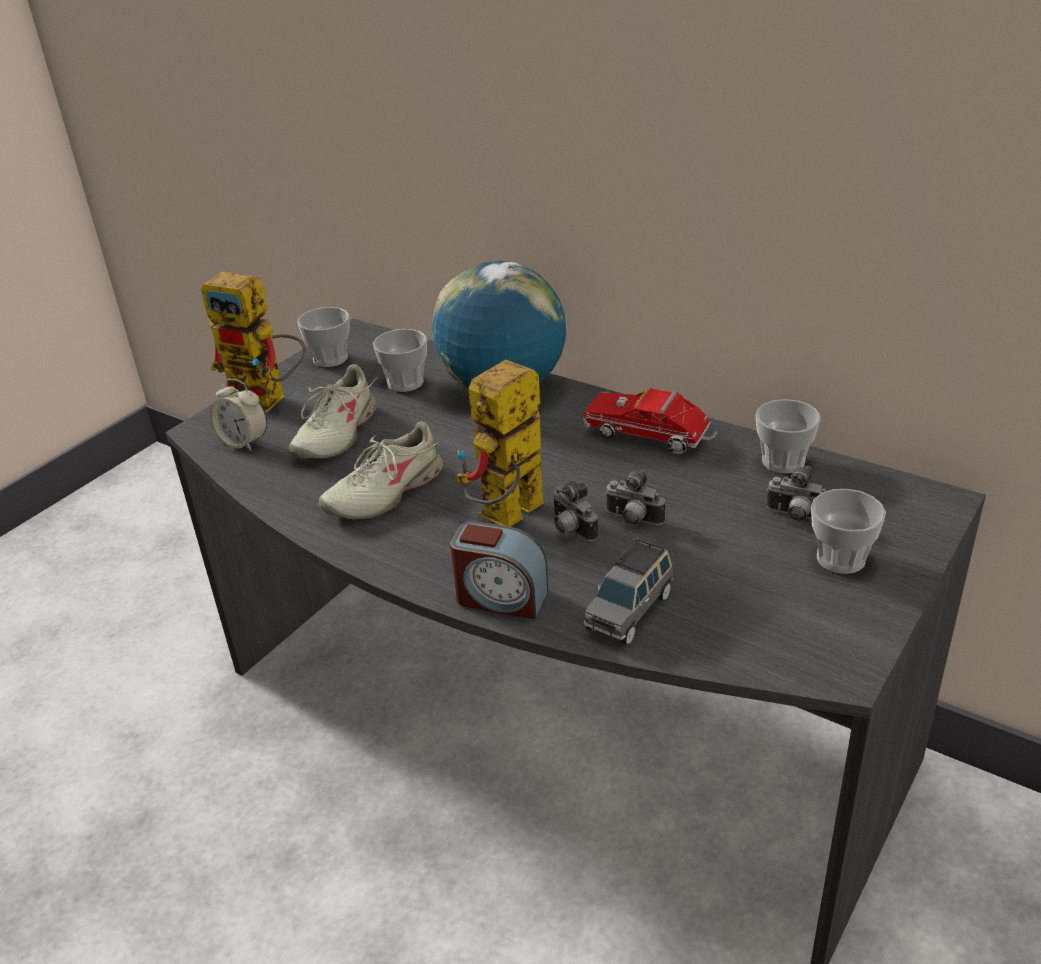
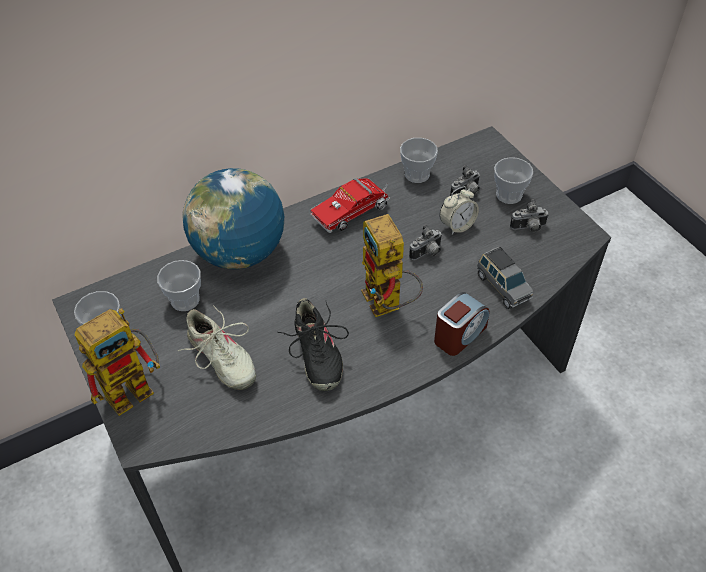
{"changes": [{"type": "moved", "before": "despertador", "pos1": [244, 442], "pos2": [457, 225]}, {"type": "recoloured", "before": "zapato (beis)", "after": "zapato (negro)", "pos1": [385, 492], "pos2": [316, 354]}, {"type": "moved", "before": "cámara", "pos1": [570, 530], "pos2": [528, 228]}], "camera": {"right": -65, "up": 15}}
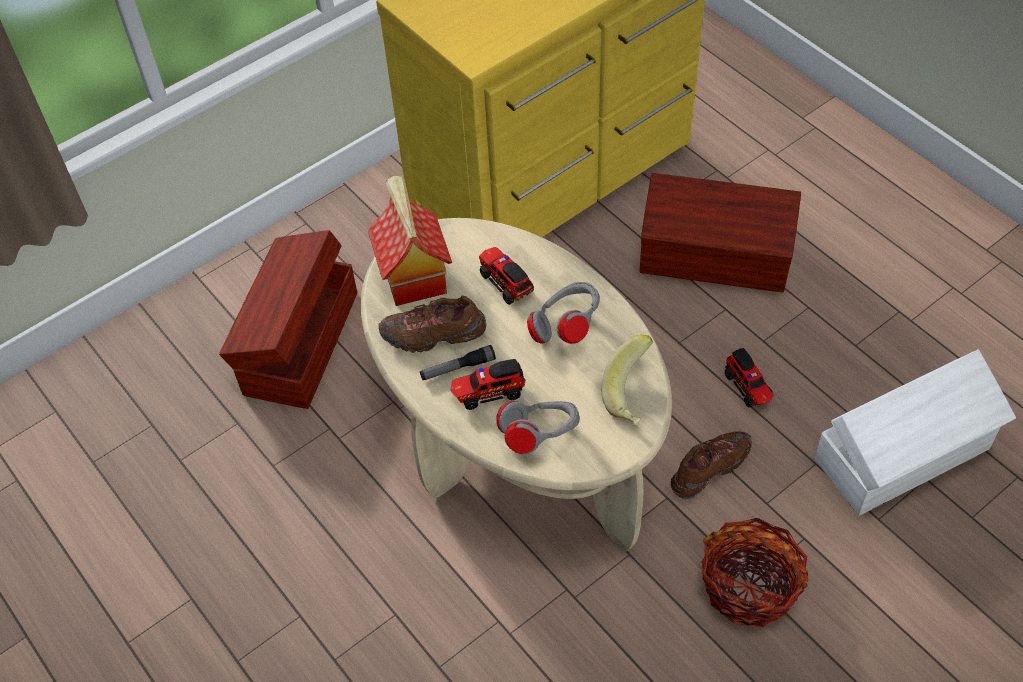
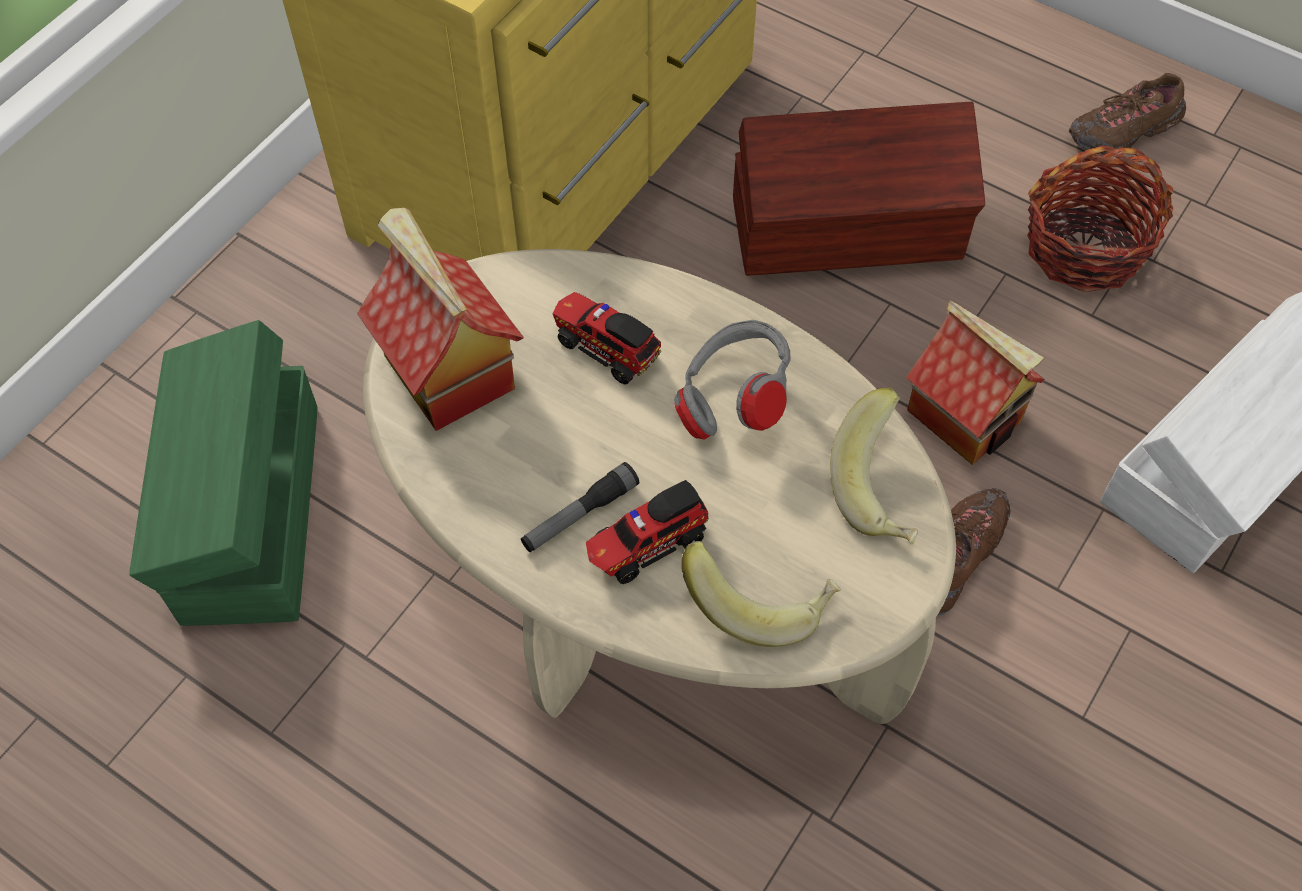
{"changes": [{"type": "recoloured", "before": "caja de almacenaje (marrón)", "after": "caja de almacenaje (verde)", "pos1": [298, 343], "pos2": [247, 514]}, {"type": "moved", "before": "zapato (marrón)", "pos1": [434, 335], "pos2": [1123, 132]}, {"type": "replaced", "before": "camión de juguete", "after": "casita", "pos1": [748, 388], "pos2": [966, 416]}, {"type": "replaced", "before": "auriculares (gris)", "after": "plátano", "pos1": [539, 437], "pos2": [759, 601]}, {"type": "moved", "before": "cesta", "pos1": [749, 586], "pos2": [1084, 248]}], "camera": {"right": -20, "up": 5}}
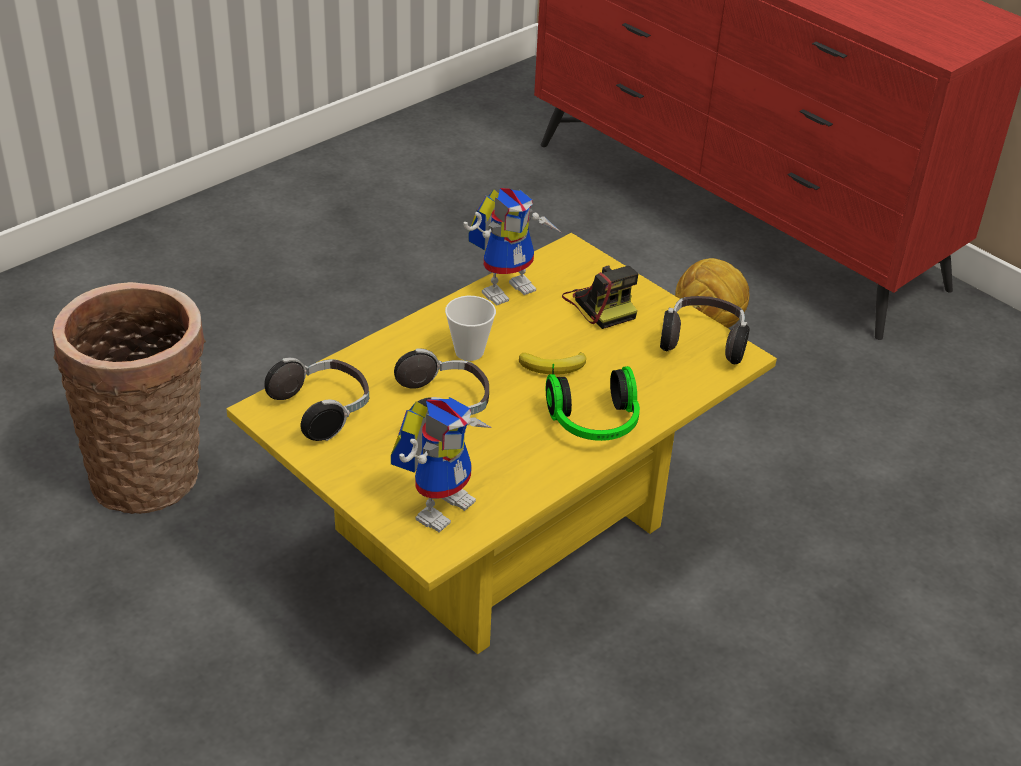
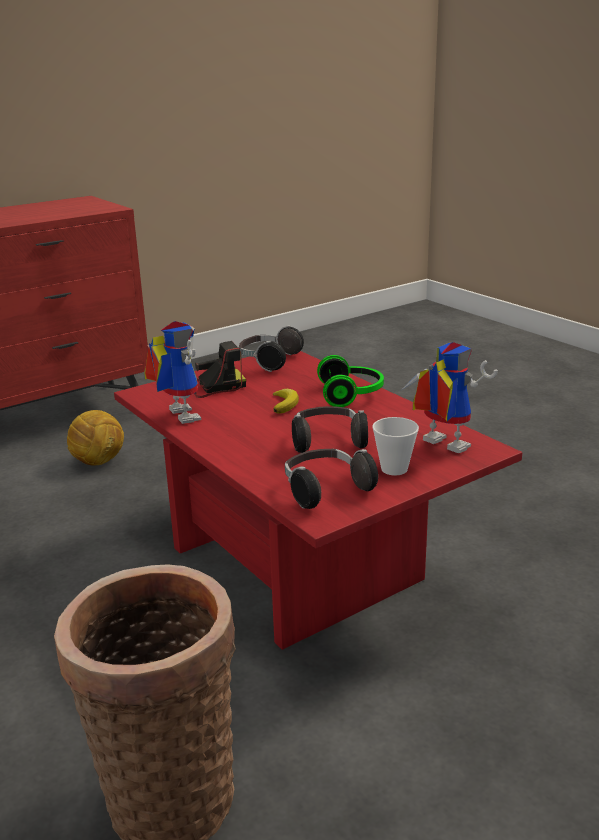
{"changes": [{"type": "recoloured", "before": "mesa de centro (amarillo)", "after": "mesa de centro (rojo)", "pos1": [502, 535], "pos2": [303, 562]}, {"type": "moved", "before": "taza", "pos1": [469, 351], "pos2": [394, 469]}], "camera": {"right": -80, "up": -15}}
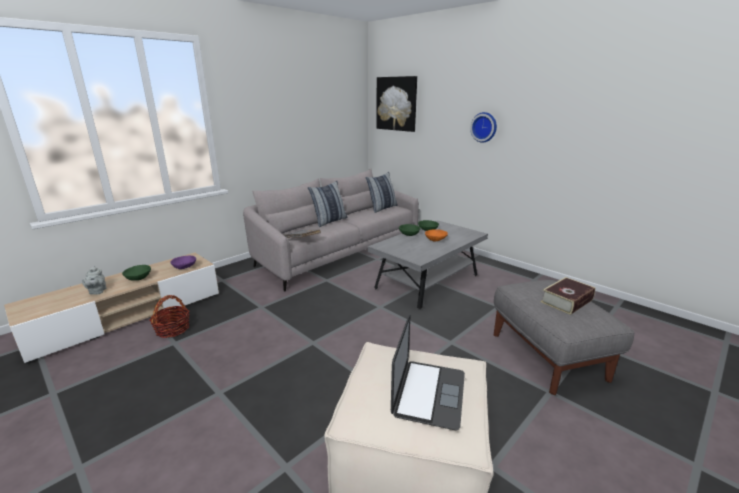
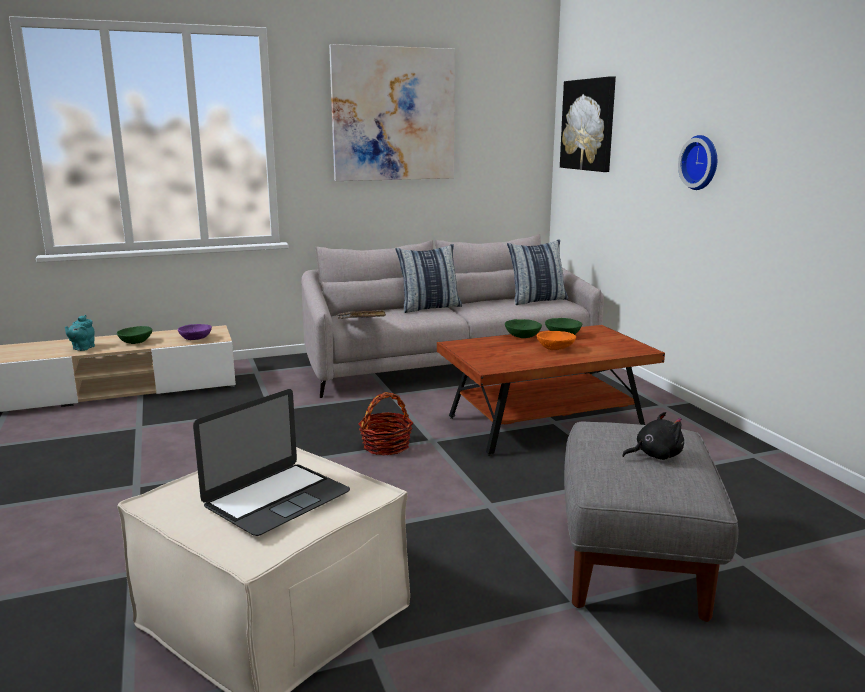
{"changes": [{"type": "recoloured", "before": "mesa de centro (gris)", "after": "mesa de centro (marrón)", "pos1": [427, 282], "pos2": [544, 424]}, {"type": "recoloured", "before": "tetera (gris)", "after": "tetera (turquesa)", "pos1": [97, 292], "pos2": [82, 348]}, {"type": "replaced", "before": "libro", "after": "peluche (negro)", "pos1": [566, 301], "pos2": [655, 455]}, {"type": "moved", "before": "cesta", "pos1": [172, 329], "pos2": [386, 446]}, {"type": "added", "after": "cuadro", "pos2": [393, 114]}], "camera": {"right": 25, "up": -5}}
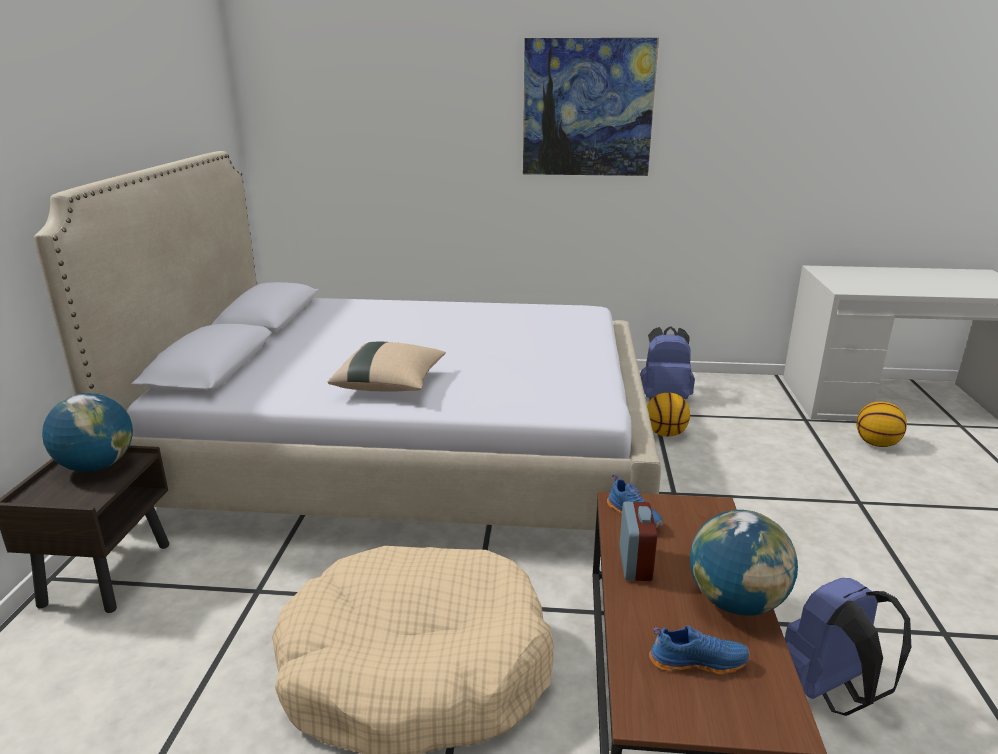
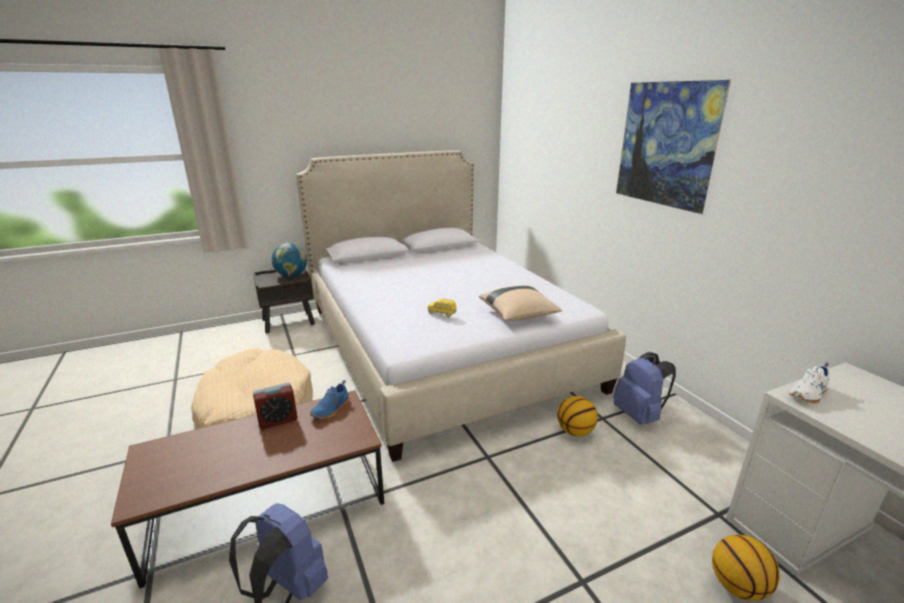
{"changes": [{"type": "moved", "before": "cojín (beis)", "pos1": [390, 385], "pos2": [518, 315]}, {"type": "removed", "before": "globo terráqueo", "pos1": [736, 602]}, {"type": "removed", "before": "zapato (azul)", "pos1": [697, 660]}, {"type": "added", "after": "coche de juguete (amarillo)", "pos2": [442, 313]}, {"type": "added", "after": "zapato (blanco)", "pos2": [809, 394]}], "camera": {"right": 60, "up": 0}}
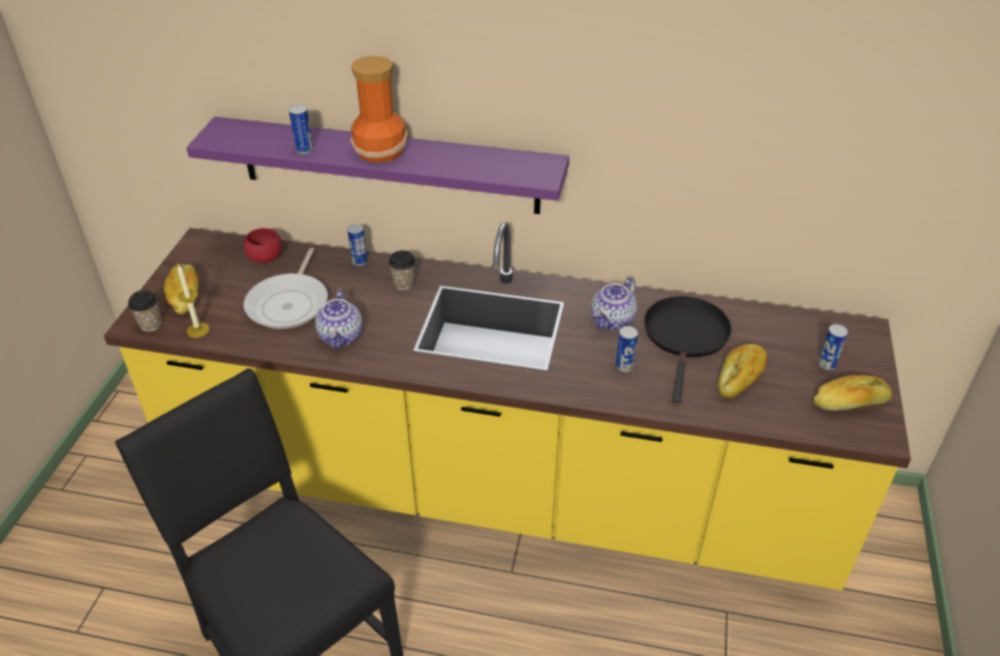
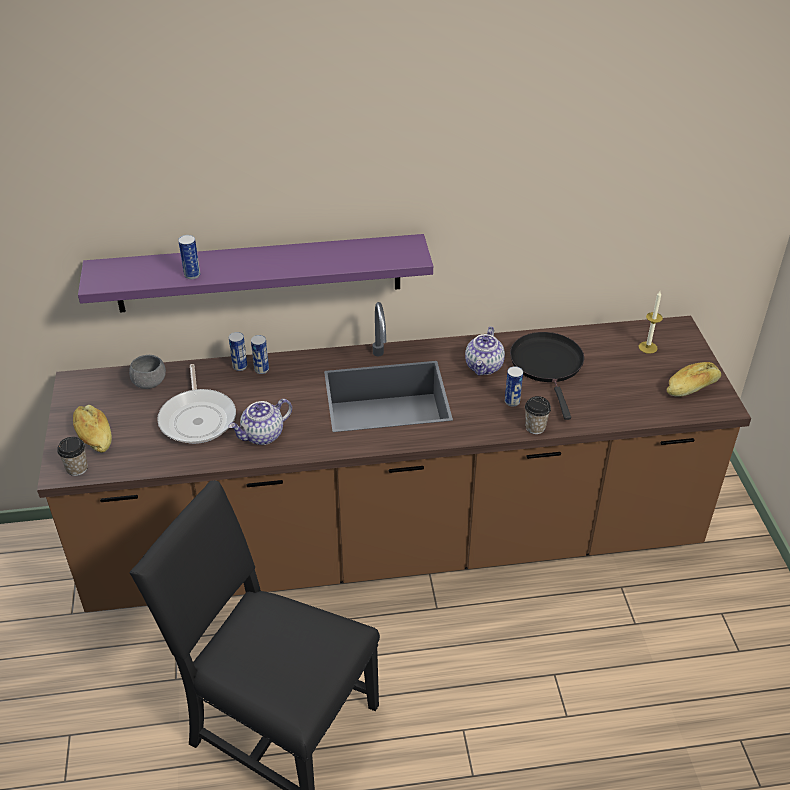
{"changes": [{"type": "removed", "before": "florero", "pos1": [381, 150]}, {"type": "recoloured", "before": "mueble bajo de cocina (amarillo)", "after": "mueble bajo de cocina (marrón)", "pos1": [500, 488], "pos2": [395, 542]}, {"type": "recoloured", "before": "cuenco (rojo)", "after": "cuenco (gris)", "pos1": [266, 257], "pos2": [150, 382]}, {"type": "moved", "before": "taza", "pos1": [403, 283], "pos2": [535, 427]}, {"type": "moved", "before": "vela", "pos1": [198, 330], "pos2": [647, 347]}, {"type": "turned", "before": "tetera", "pos1": [341, 336], "pos2": [263, 435], "turn": 75}, {"type": "moved", "before": "lata", "pos1": [826, 364], "pos2": [261, 369]}, {"type": "removed", "before": "pan", "pos1": [740, 378]}], "camera": {"right": -20, "up": 0}}
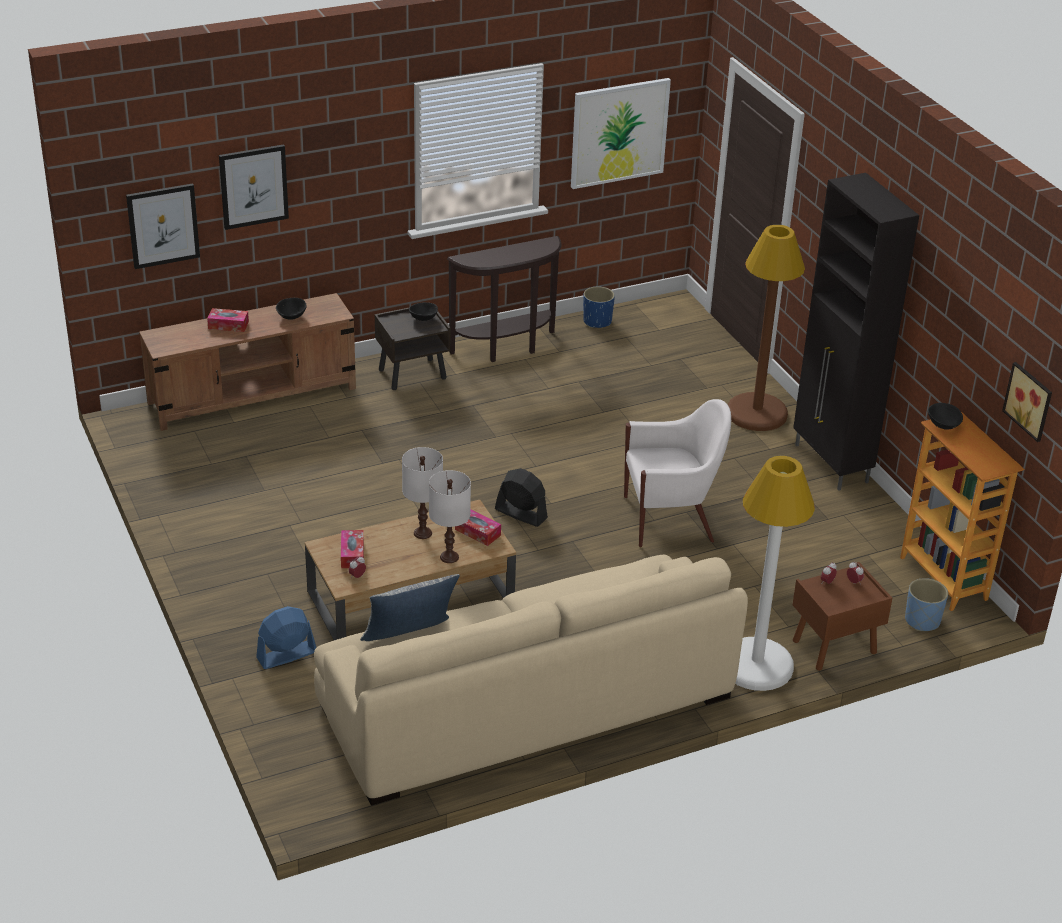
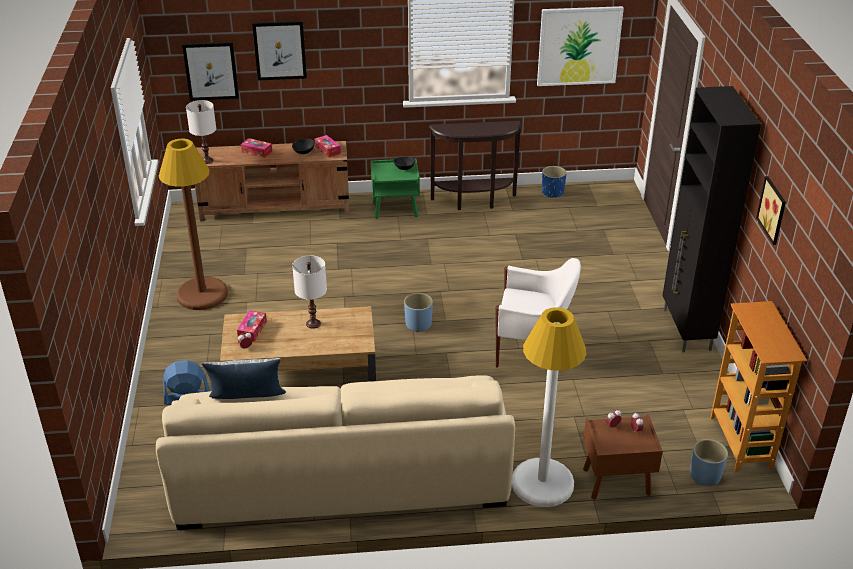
{"changes": [{"type": "moved", "before": "lámpara de pie (marrón)", "pos1": [756, 413], "pos2": [202, 294]}, {"type": "recoloured", "before": "mesita de noche (marrón)", "after": "mesita de noche (verde)", "pos1": [413, 374], "pos2": [396, 209]}, {"type": "moved", "before": "cuadro", "pos1": [1030, 401], "pos2": [774, 210]}, {"type": "removed", "before": "cuenco (negro)", "pos1": [943, 425]}, {"type": "replaced", "before": "ventilador (negro)", "after": "maceta (azul)", "pos1": [521, 514], "pos2": [418, 324]}, {"type": "moved", "before": "lámpara de mesa (blanco)", "pos1": [449, 557], "pos2": [206, 161]}, {"type": "moved", "before": "caja de pañuelos", "pos1": [477, 532], "pos2": [327, 150]}], "camera": {"right": 20, "up": 0}}
